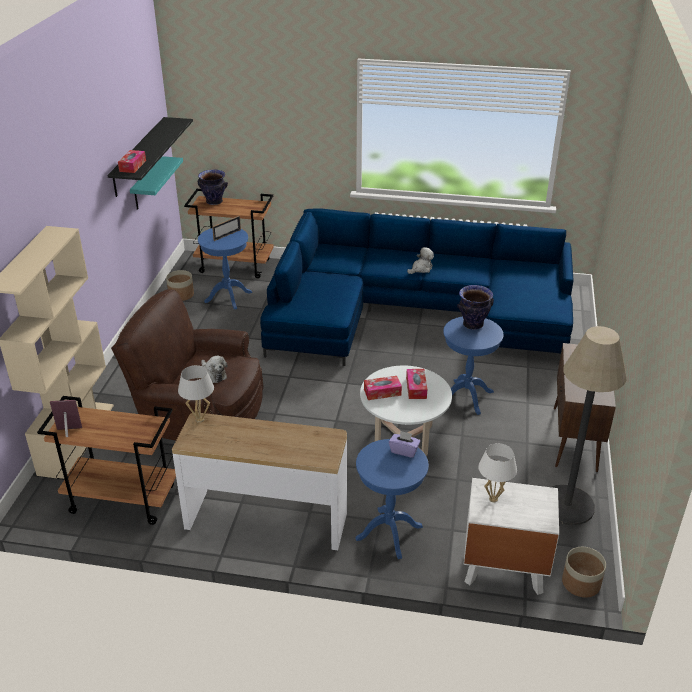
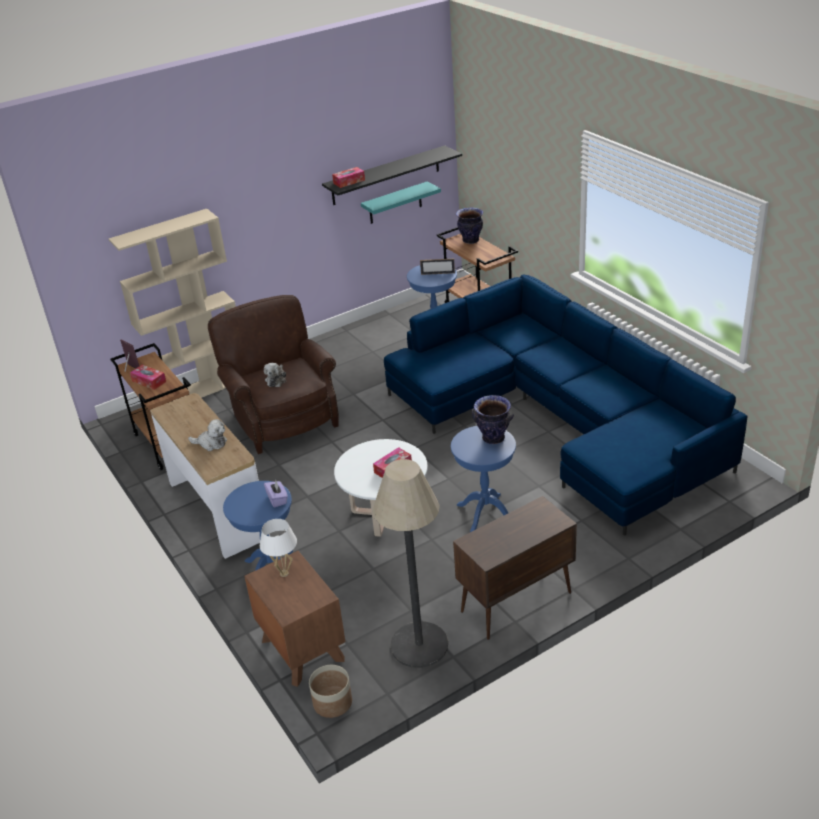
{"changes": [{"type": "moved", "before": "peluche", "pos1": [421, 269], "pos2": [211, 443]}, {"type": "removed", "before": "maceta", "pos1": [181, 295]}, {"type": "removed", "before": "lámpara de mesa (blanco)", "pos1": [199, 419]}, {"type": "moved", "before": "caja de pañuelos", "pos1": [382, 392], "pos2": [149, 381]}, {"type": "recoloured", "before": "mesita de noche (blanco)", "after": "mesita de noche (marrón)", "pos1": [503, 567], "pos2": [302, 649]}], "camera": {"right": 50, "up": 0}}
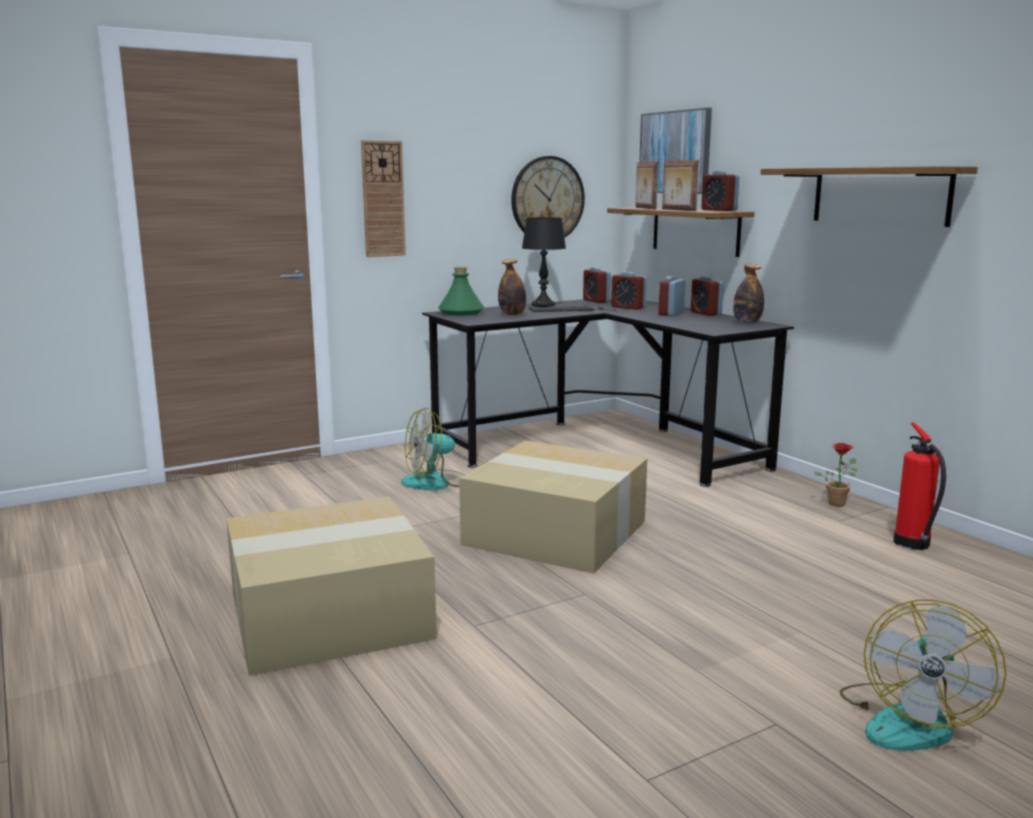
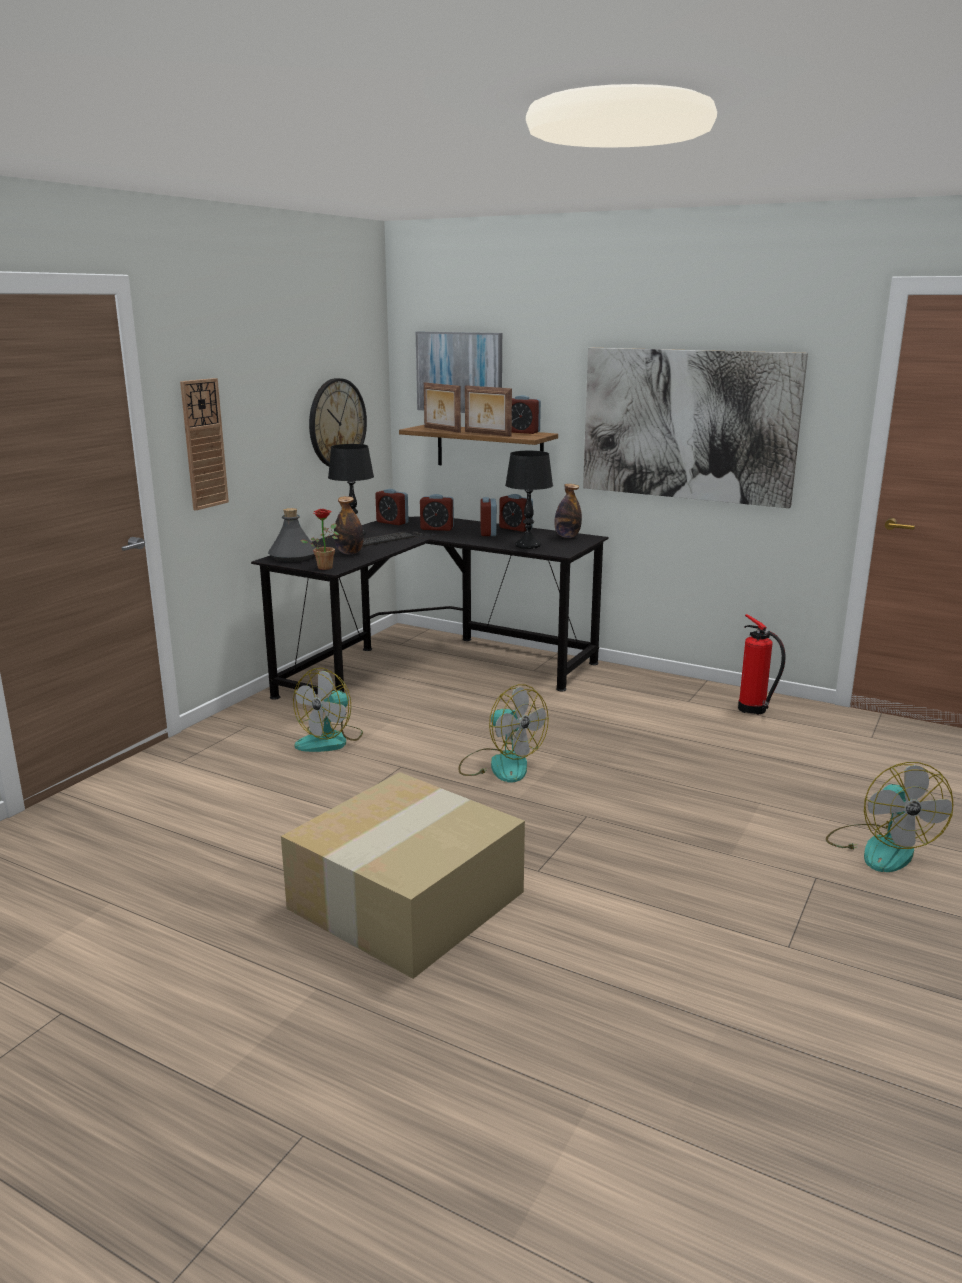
{"changes": [{"type": "replaced", "before": "estante", "after": "cuadro", "pos1": [880, 196], "pos2": [688, 425]}, {"type": "recoloured", "before": "botella (verde)", "after": "botella (gris)", "pos1": [461, 312], "pos2": [293, 556]}, {"type": "replaced", "before": "caja de cartón", "after": "ventilador", "pos1": [558, 532], "pos2": [500, 764]}, {"type": "moved", "before": "planta en maceta", "pos1": [837, 502], "pos2": [325, 567]}, {"type": "added", "after": "lámpara de mesa (negro)", "pos2": [527, 545]}], "camera": {"right": -30, "up": 5}}
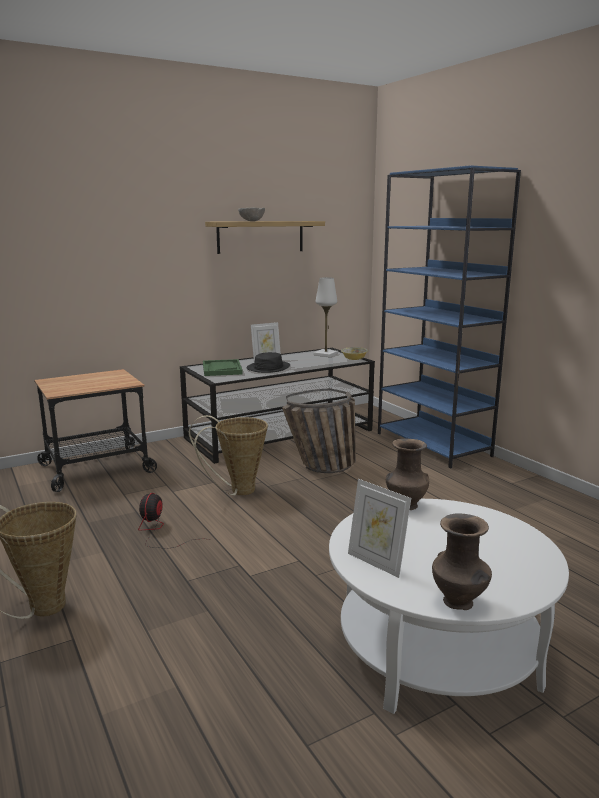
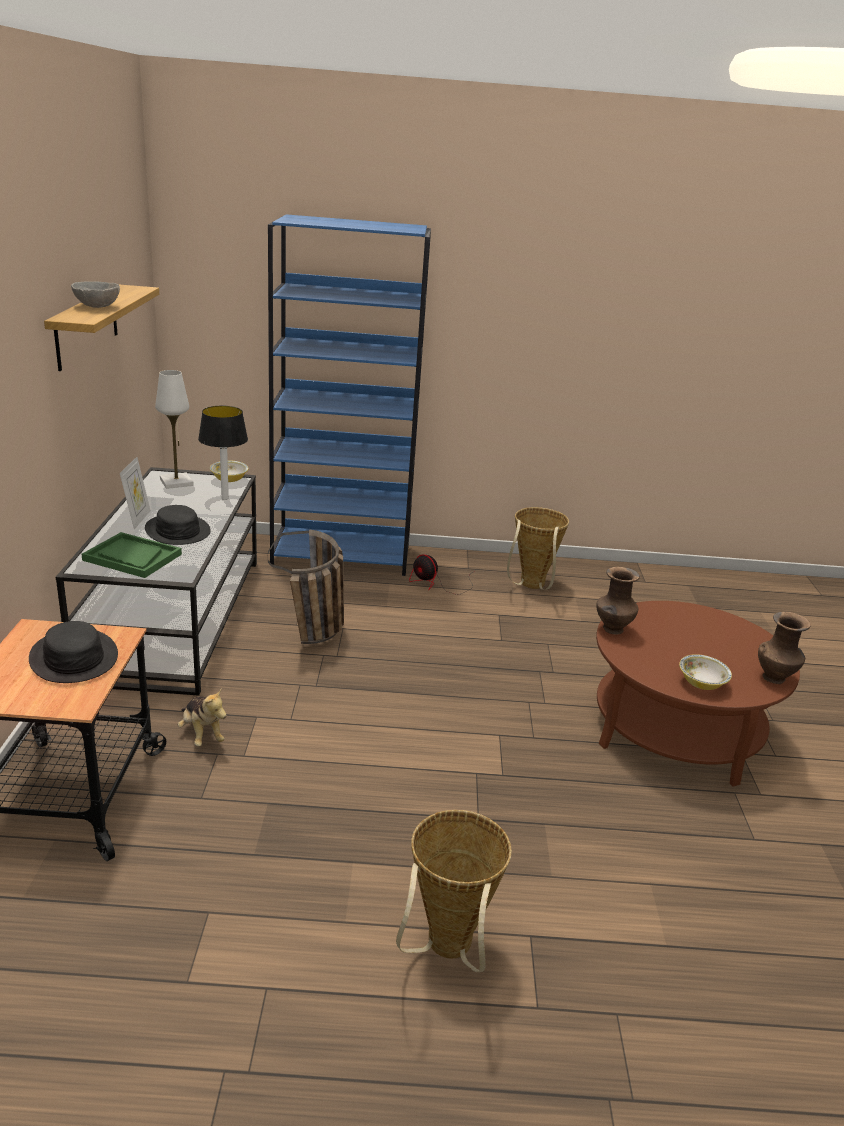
{"changes": [{"type": "moved", "before": "cesta", "pos1": [237, 491], "pos2": [531, 586]}, {"type": "replaced", "before": "portarretratos", "after": "cuenco", "pos1": [376, 562], "pos2": [701, 683]}, {"type": "moved", "before": "ventilador", "pos1": [159, 531], "pos2": [438, 584]}, {"type": "recoloured", "before": "mesa de centro (blanco)", "after": "mesa de centro (marrón)", "pos1": [437, 646], "pos2": [676, 728]}, {"type": "added", "after": "lámpara de mesa", "pos2": [224, 498]}, {"type": "added", "after": "sombrero (negro)", "pos2": [73, 658]}, {"type": "added", "after": "peluche", "pos2": [202, 734]}], "camera": {"right": -60, "up": 10}}
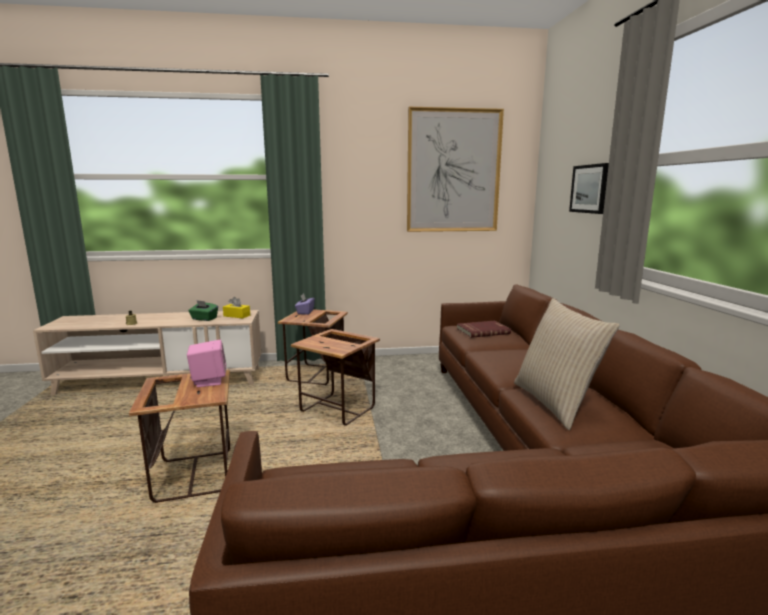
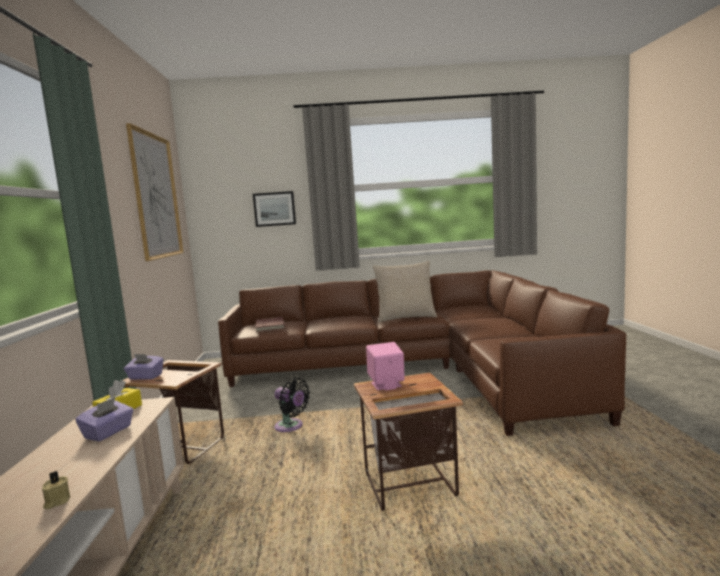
{"changes": [{"type": "recoloured", "before": "caja de pañuelos (verde)", "after": "caja de pañuelos (morado)", "pos1": [204, 319], "pos2": [108, 432]}, {"type": "replaced", "before": "mesa auxiliar", "after": "ventilador (negro)", "pos1": [339, 410], "pos2": [291, 427]}], "camera": {"right": -85, "up": -5}}
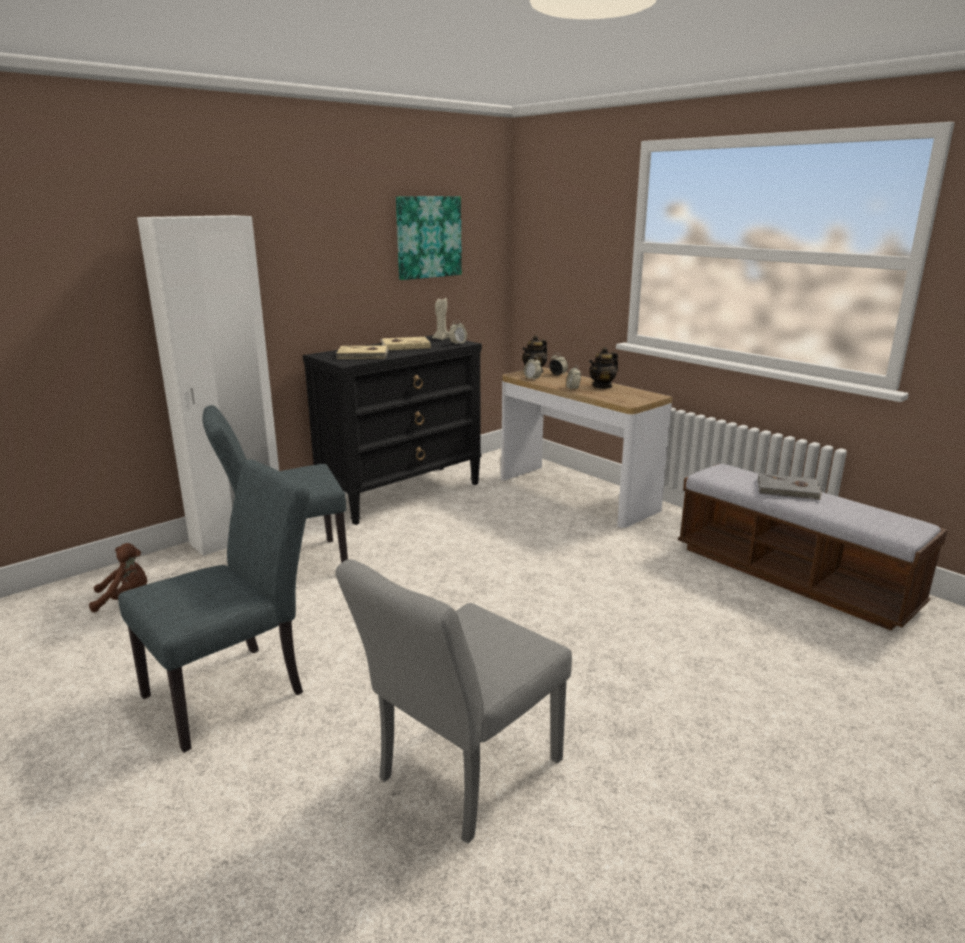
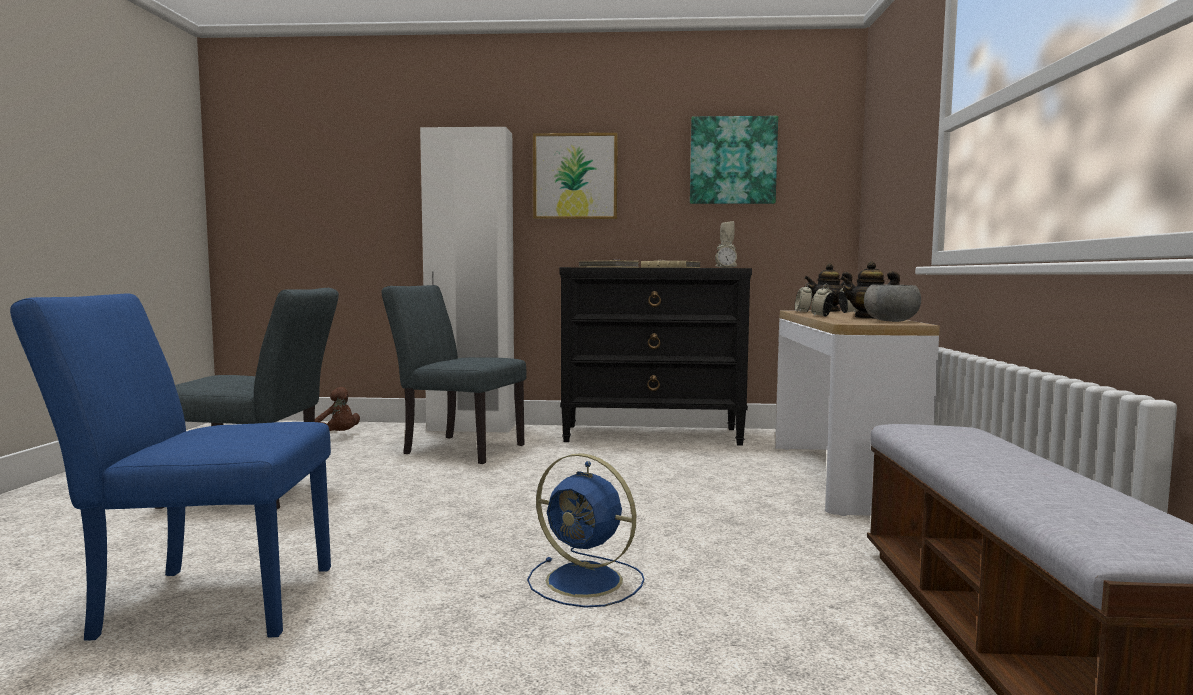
{"changes": [{"type": "removed", "before": "libro (gris)", "pos1": [788, 490]}, {"type": "recoloured", "before": "silla (gris)", "after": "silla (azul)", "pos1": [460, 776], "pos2": [201, 601]}, {"type": "added", "after": "cuadro", "pos2": [575, 176]}, {"type": "added", "after": "cuenco (gris)", "pos2": [890, 321]}, {"type": "added", "after": "ventilador (azul)", "pos2": [587, 581]}], "camera": {"right": 45, "up": -15}}
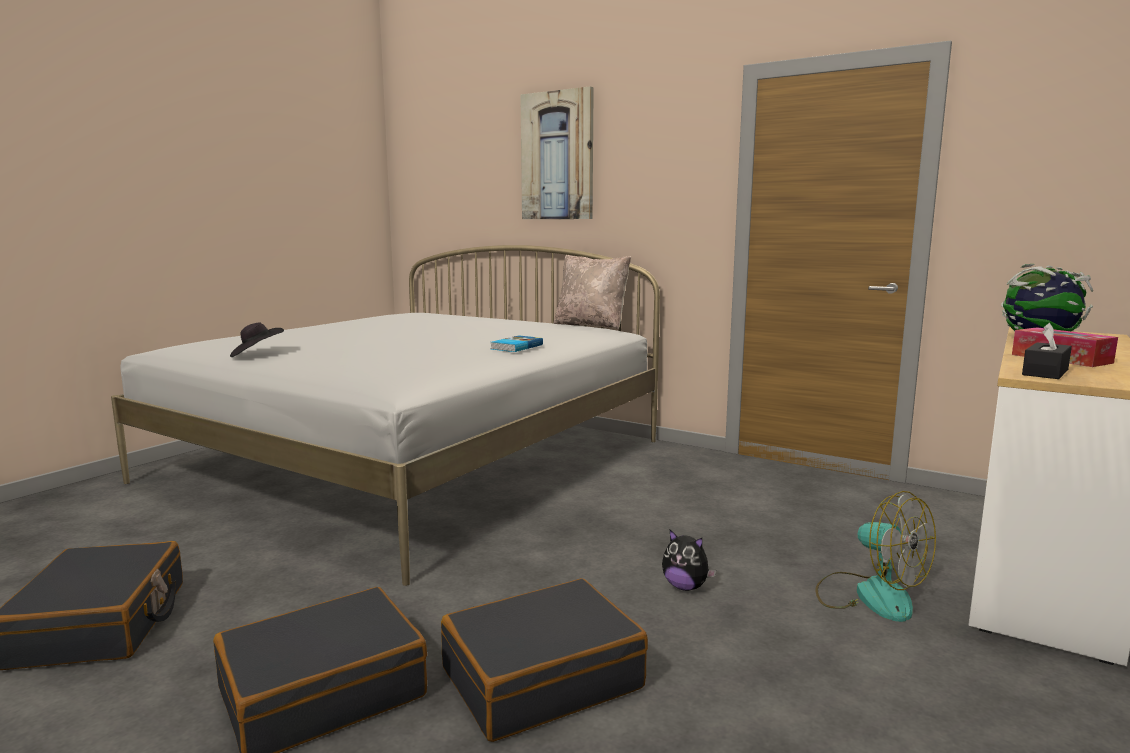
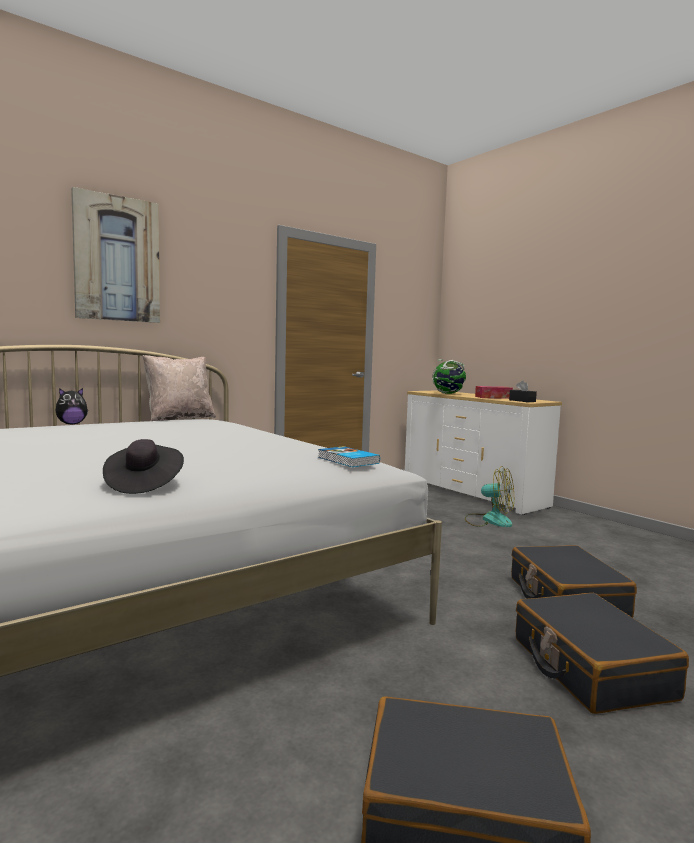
{"changes": [{"type": "moved", "before": "libro", "pos1": [516, 347], "pos2": [347, 460]}, {"type": "turned", "before": "ventilador", "pos1": [869, 595], "pos2": [489, 520], "turn": 45}, {"type": "moved", "before": "peluche", "pos1": [685, 587], "pos2": [71, 424]}], "camera": {"right": -70, "up": -5}}
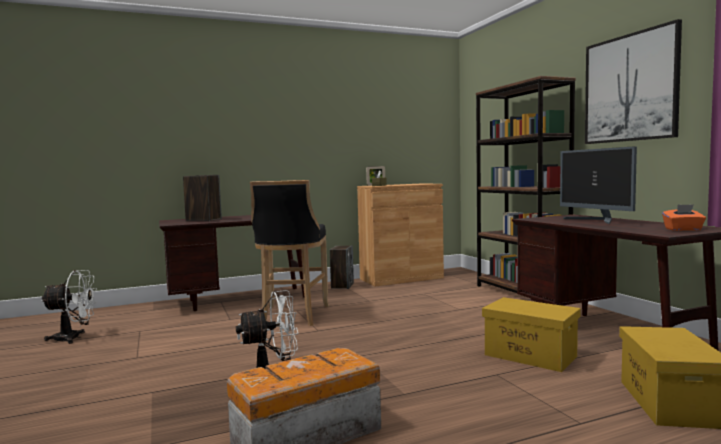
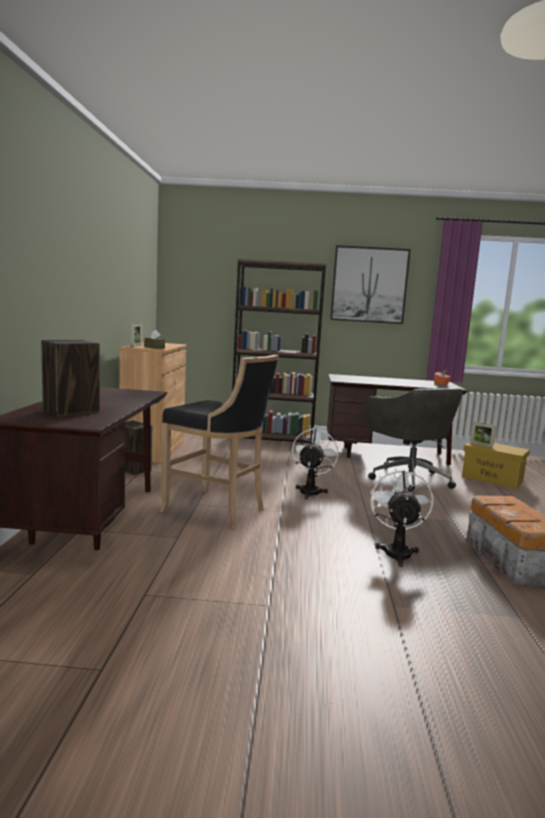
{"changes": [{"type": "removed", "before": "monitor", "pos1": [596, 221]}, {"type": "moved", "before": "ventilador (blanco)", "pos1": [74, 338], "pos2": [311, 491]}, {"type": "replaced", "before": "caja de almacenaje (amarillo)", "after": "silla de oficina (gris)", "pos1": [529, 355], "pos2": [408, 478]}, {"type": "added", "after": "portarretratos", "pos2": [481, 445]}], "camera": {"right": -65, "up": 5}}
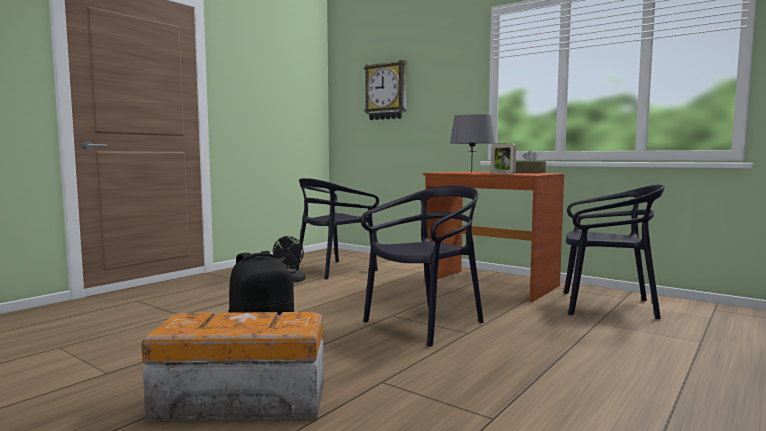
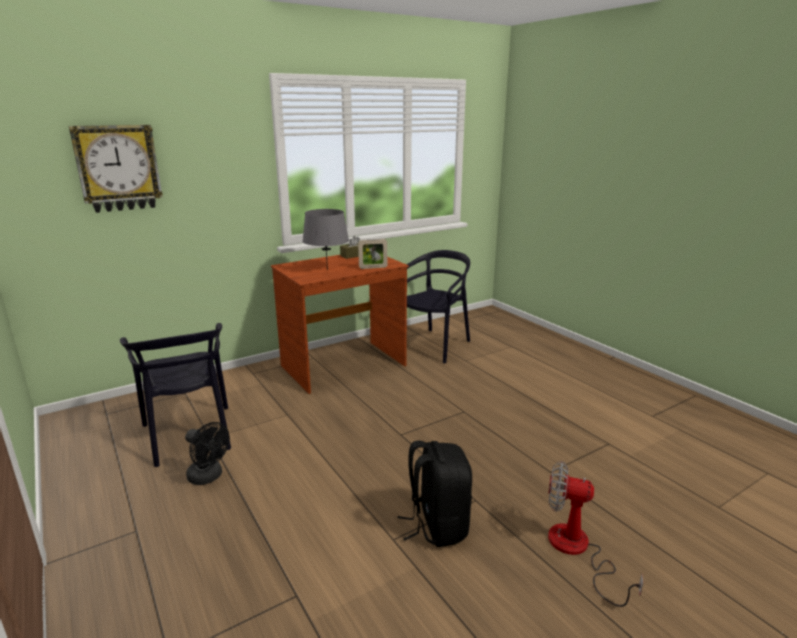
{"changes": [{"type": "removed", "before": "silla (negro)", "pos1": [425, 324]}, {"type": "replaced", "before": "caja de almacenaje", "after": "ventilador", "pos1": [239, 400], "pos2": [577, 551]}], "camera": {"right": -70, "up": 15}}
